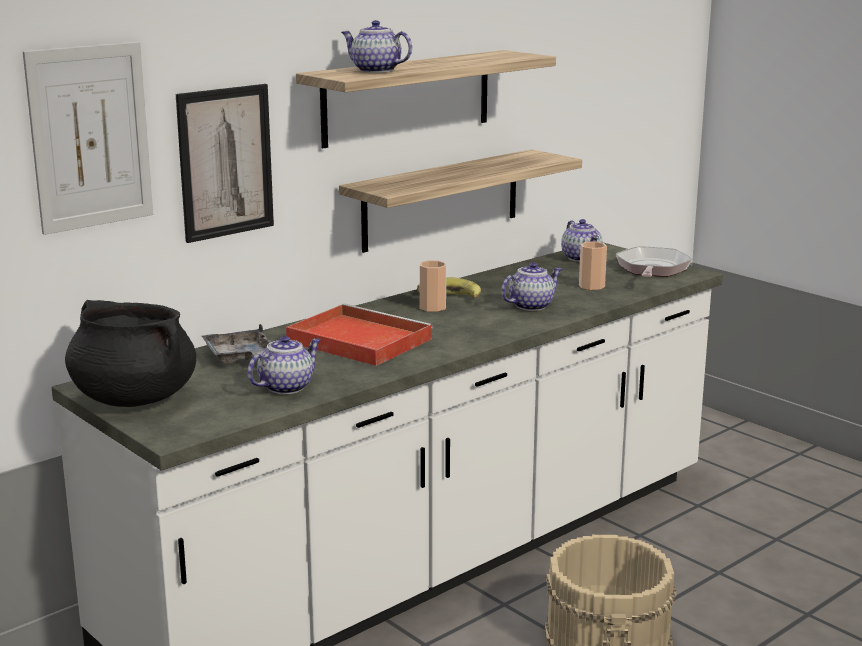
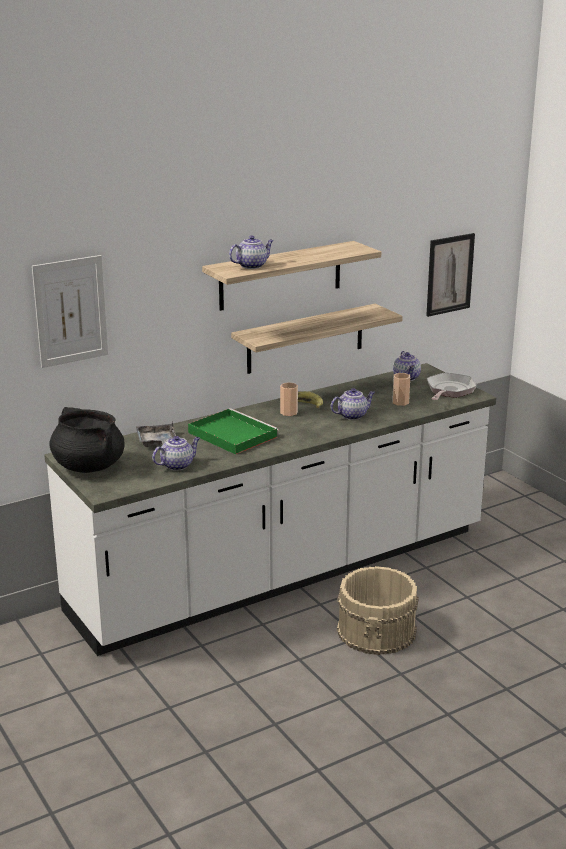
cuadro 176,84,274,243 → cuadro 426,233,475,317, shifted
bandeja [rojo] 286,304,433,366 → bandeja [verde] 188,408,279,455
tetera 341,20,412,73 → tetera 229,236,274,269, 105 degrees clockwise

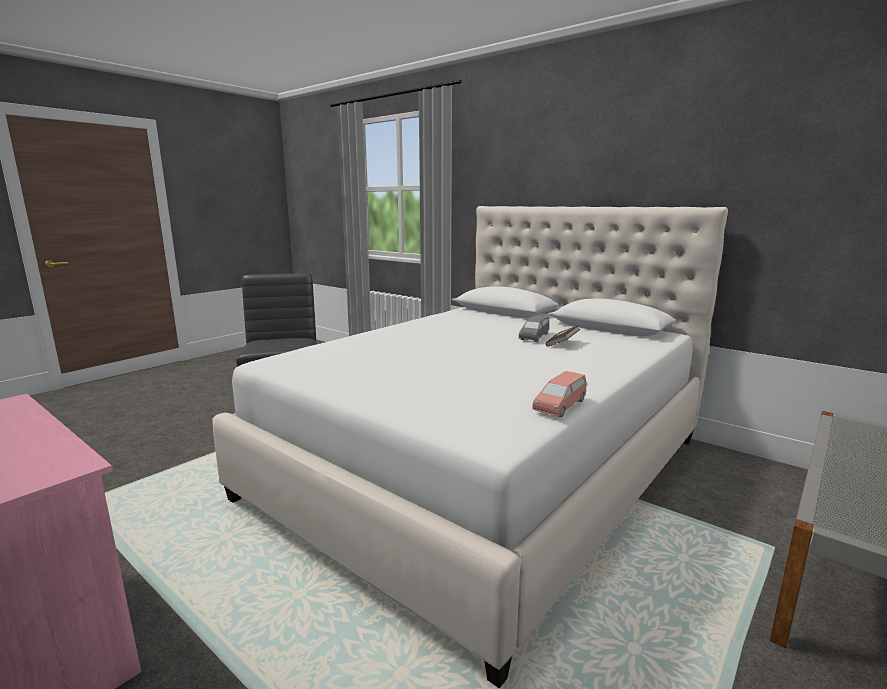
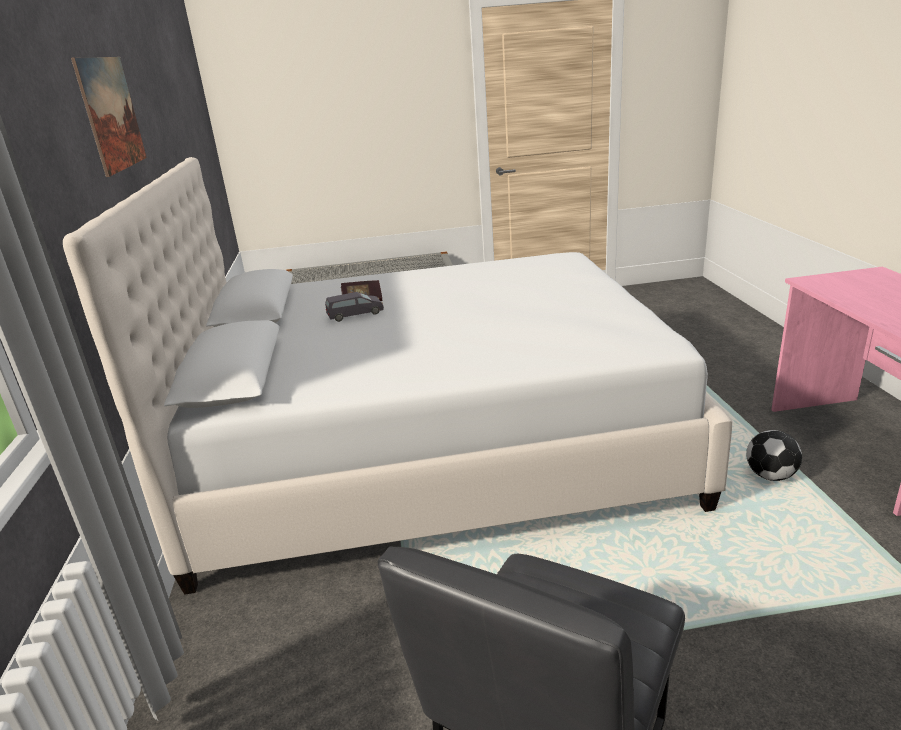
coche de juguete [rosa] 532,371,586,417 → -
- → cuadro 71,57,147,177
- → balón de fútbol 746,430,802,481

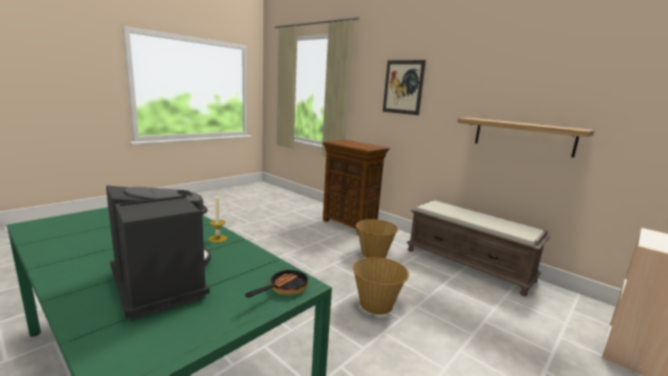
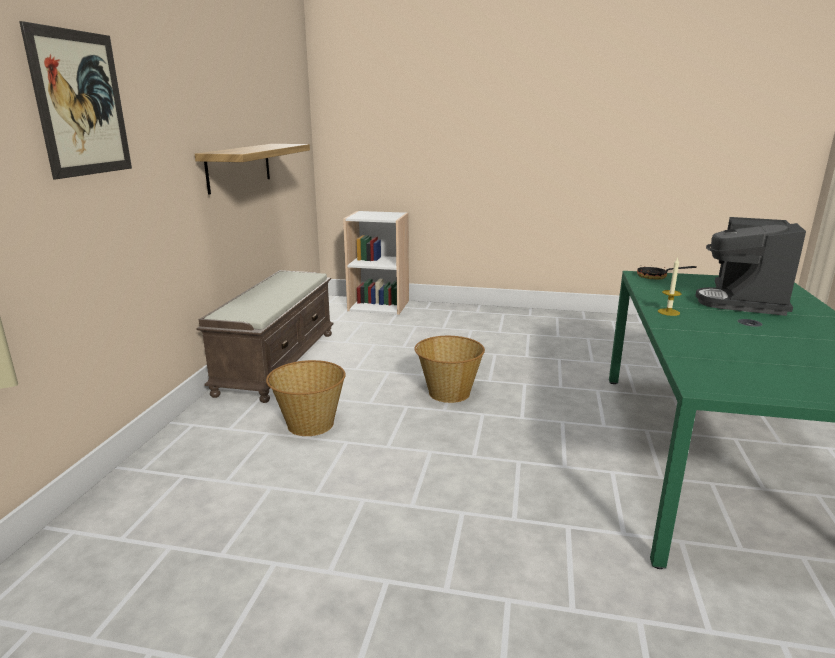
armario [marrón] 322,139,390,235 → -

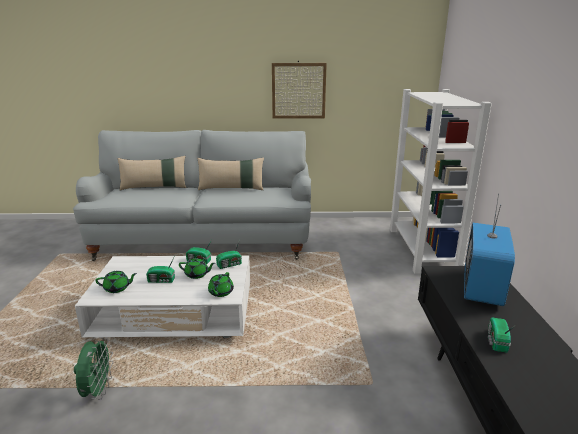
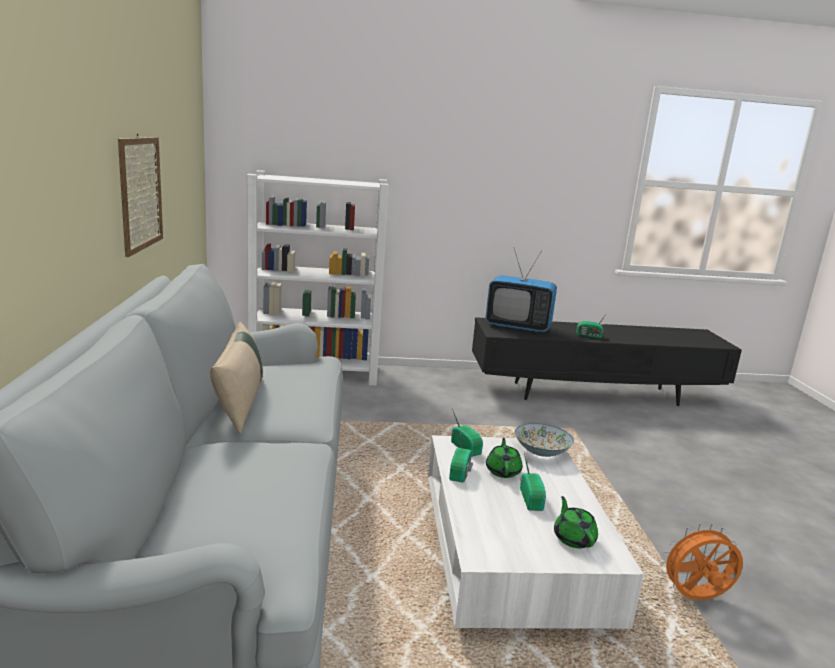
cojín [beis] 117,156,186,190 → -
tetera [verde] 208,272,234,297 → cuenco 515,423,574,457
ventilador [verde] 74,337,113,399 → ventilador [naranja] 660,524,743,600

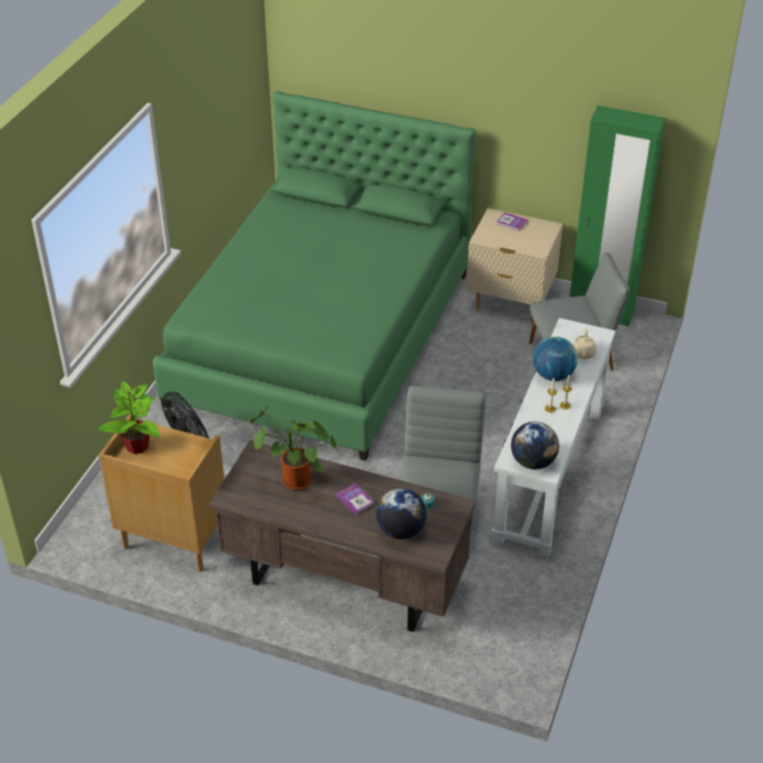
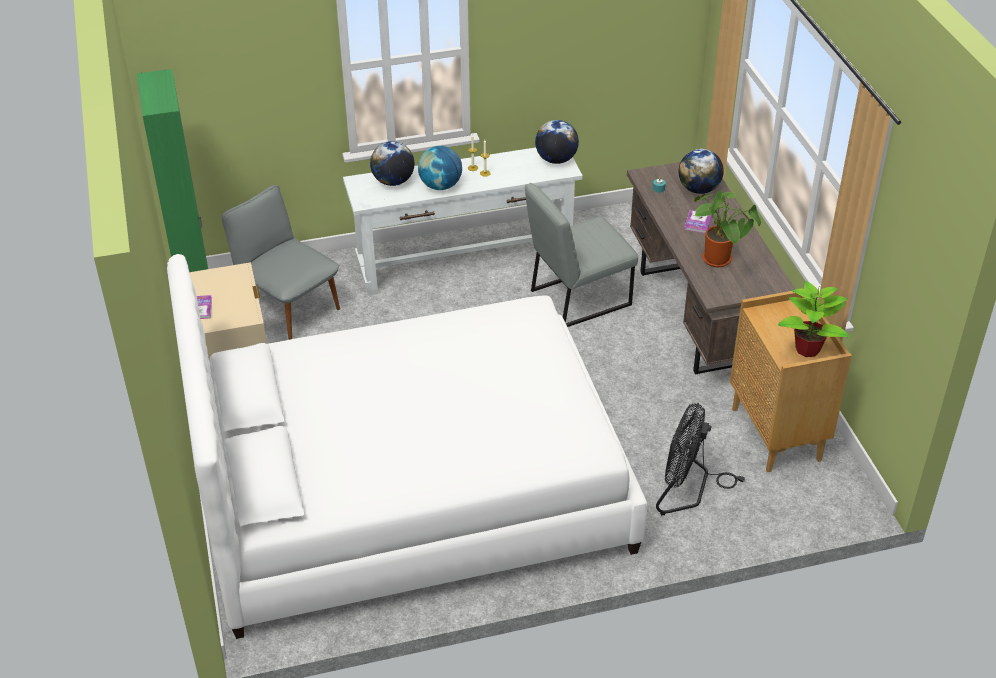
tetera [beis] 573,328,597,359 → globo terráqueo 370,141,414,186
cama [verde] 153,91,475,461 → cama [blanco] 167,254,647,639

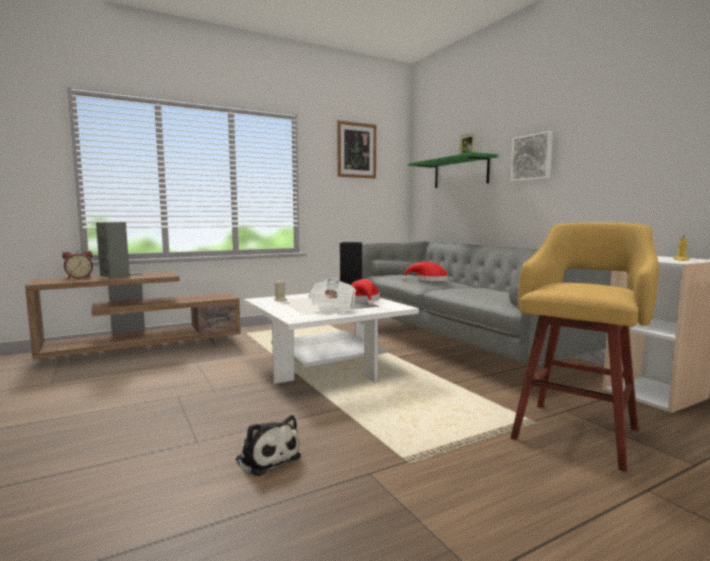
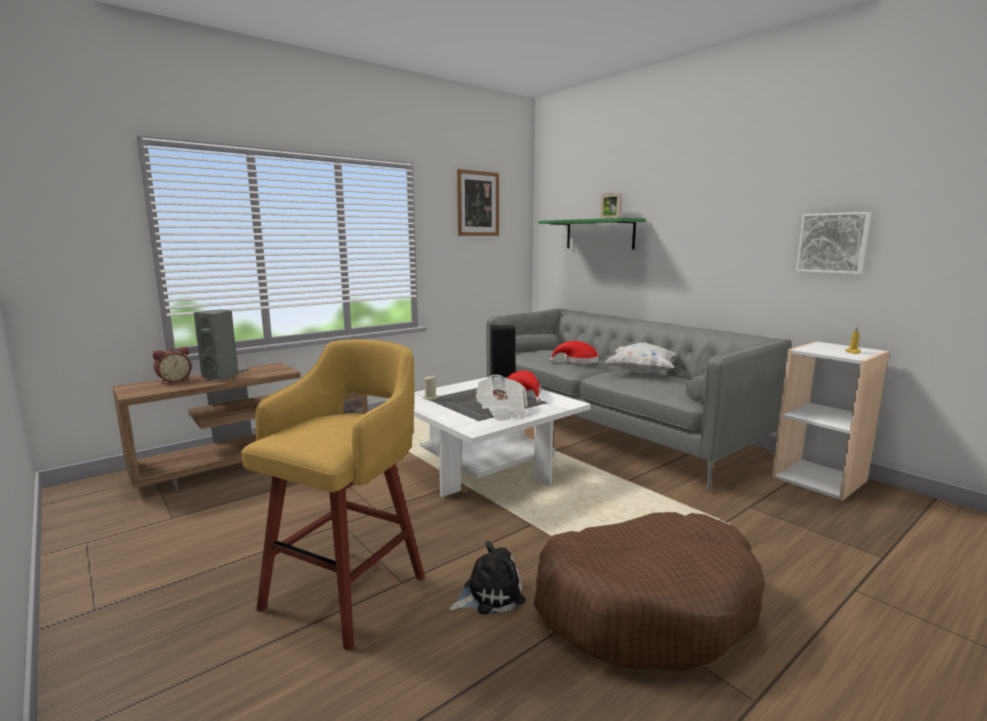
- → cama para perro [marrón] 533,512,765,671
- → cojín [blanco] 605,343,677,374
cuadro 511,131,553,182 → cuadro 796,212,871,274, shifted
taburete [amarillo] 511,222,659,472 → taburete [amarillo] 241,339,425,651, shifted
peluche 236,415,301,476 → peluche 449,541,526,615, 60 degrees counterclockwise

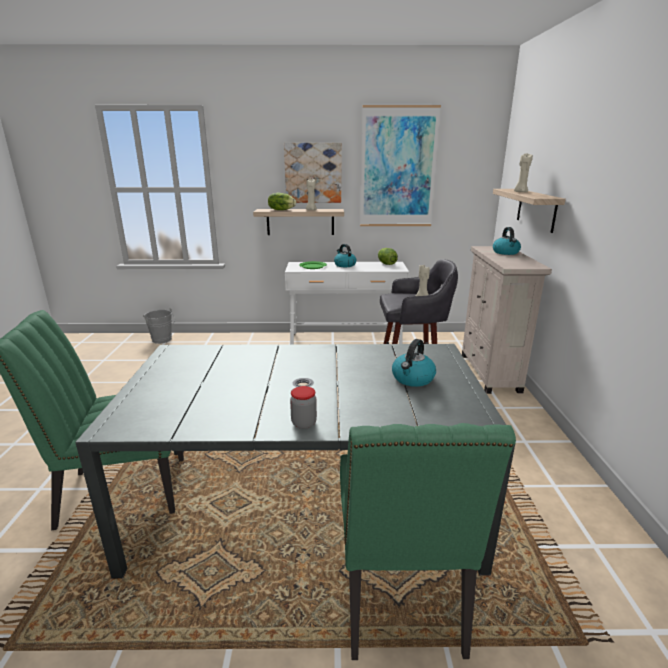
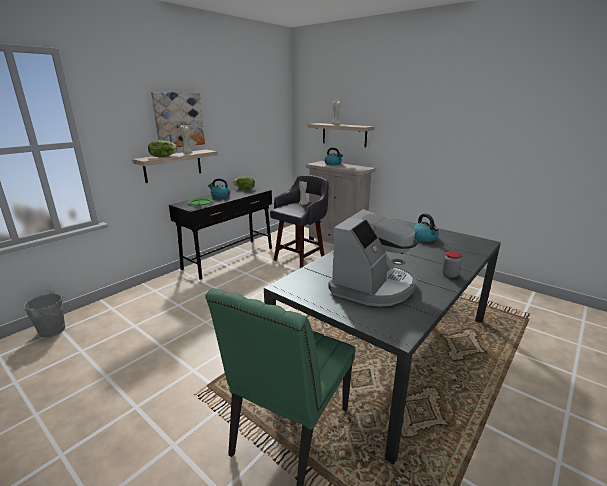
silla [verde] 340,423,516,660 → -
cuadro 360,105,441,226 → -
- → cafetera 328,209,417,307
mesa consola [blanco] 285,262,410,344 → mesa consola [negro] 169,187,272,280

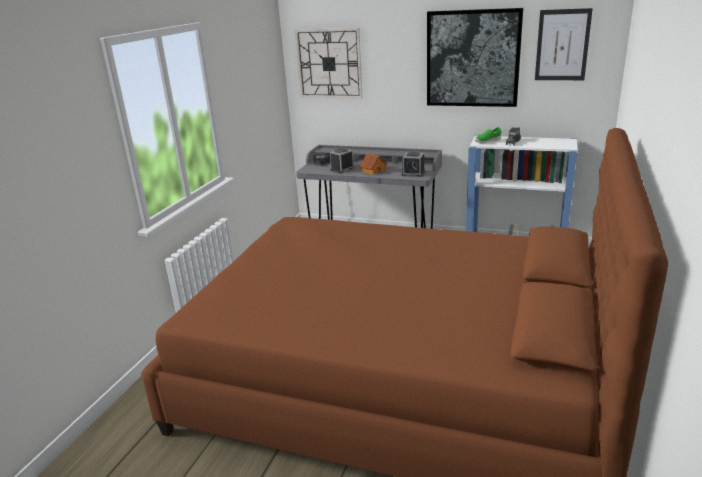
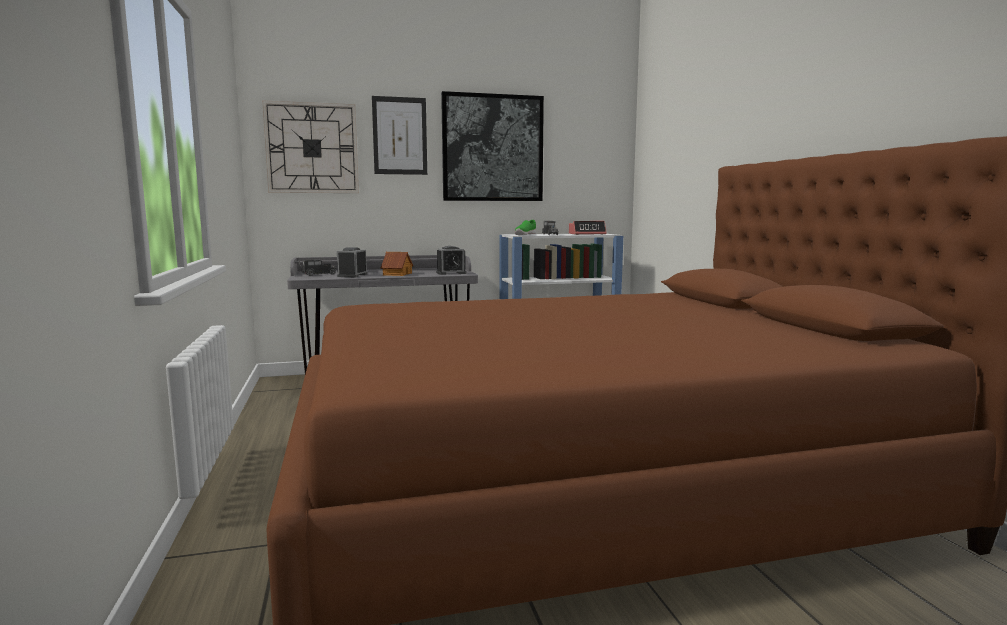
- → despertador 569,221,607,235
cuadro 535,8,593,80 → cuadro 372,96,427,175, shifted

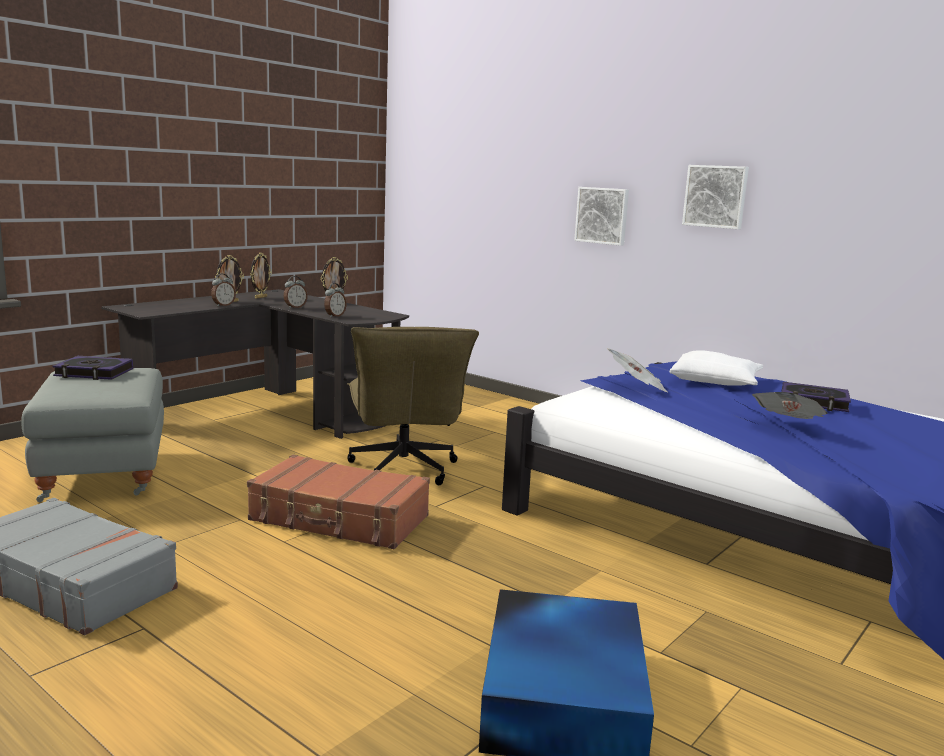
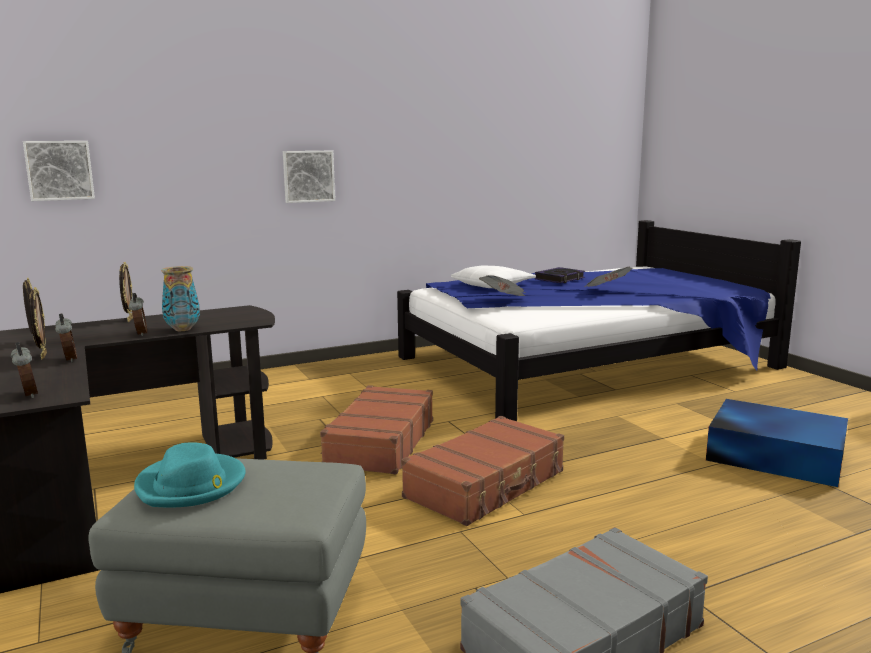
- → florero 161,266,200,331
despertador 324,283,347,317 → despertador 11,342,38,398, shifted
cuadro 682,165,749,229 → cuadro 23,141,95,201, shifted
libro 53,356,133,380 → sombrero [turquesa] 134,442,245,507
silla de oficina [beis] 347,327,479,485 → maleta [marrón] 320,385,433,474

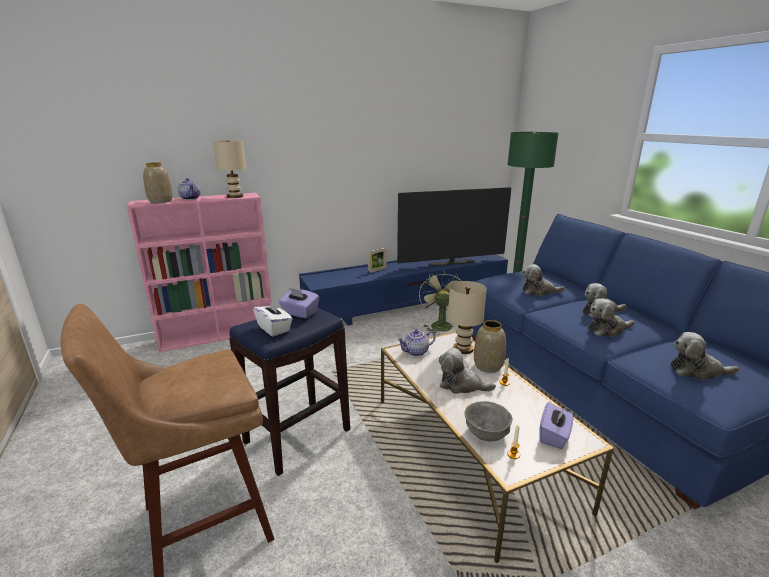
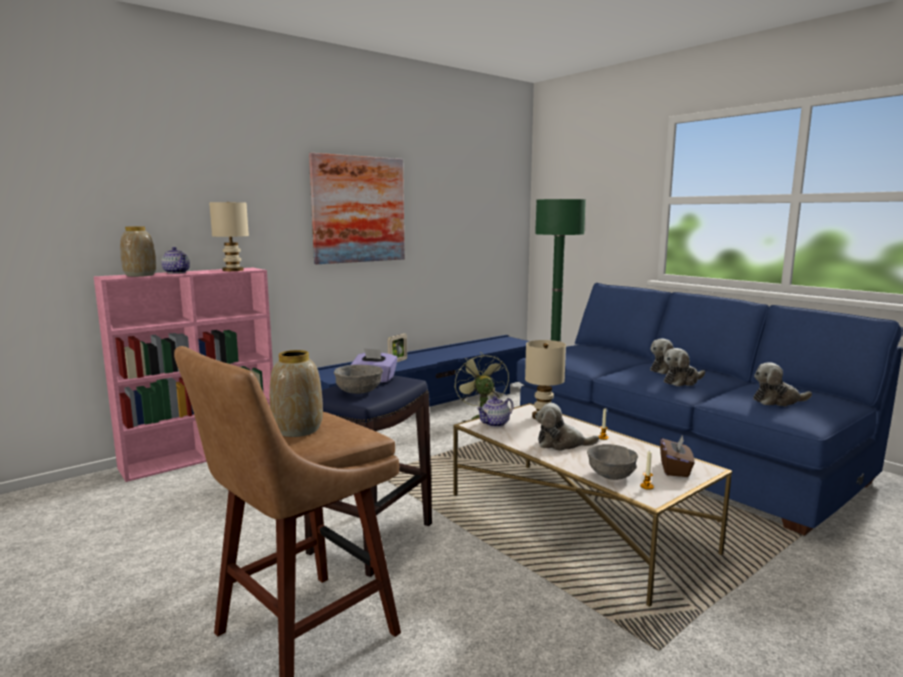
televisor 397,187,511,266 → -
peluche 522,264,565,296 → -
- → cuadro 309,153,405,264
florero 474,320,506,373 → florero 270,350,323,437, shifted
caja de pañuelos [blanco] 253,298,292,336 → cuenco [gris] 334,365,383,394
caja de pañuelos [morado] 539,402,574,449 → caja de pañuelos [marrón] 660,434,695,477

